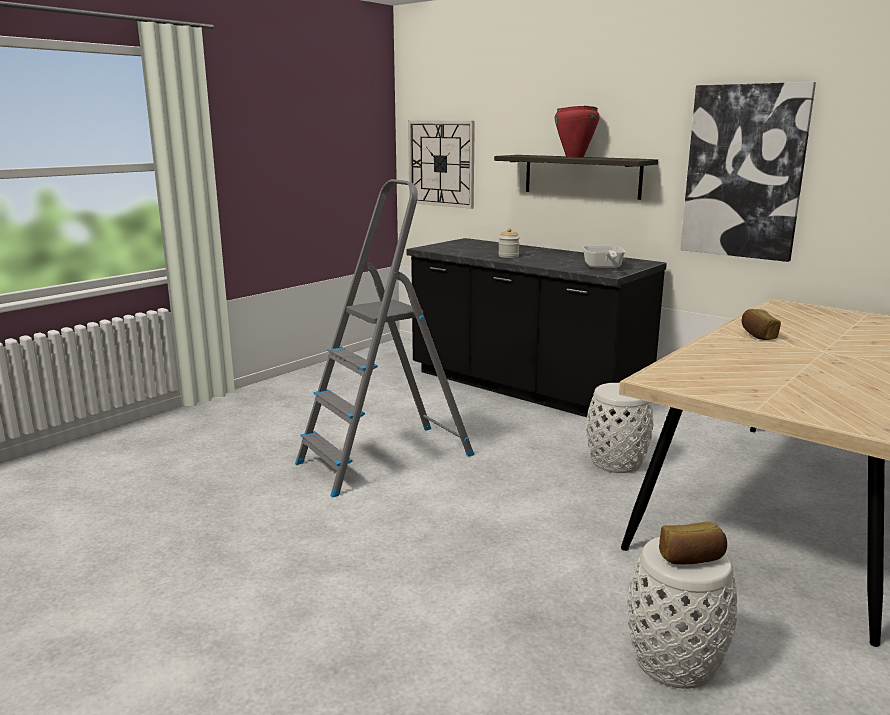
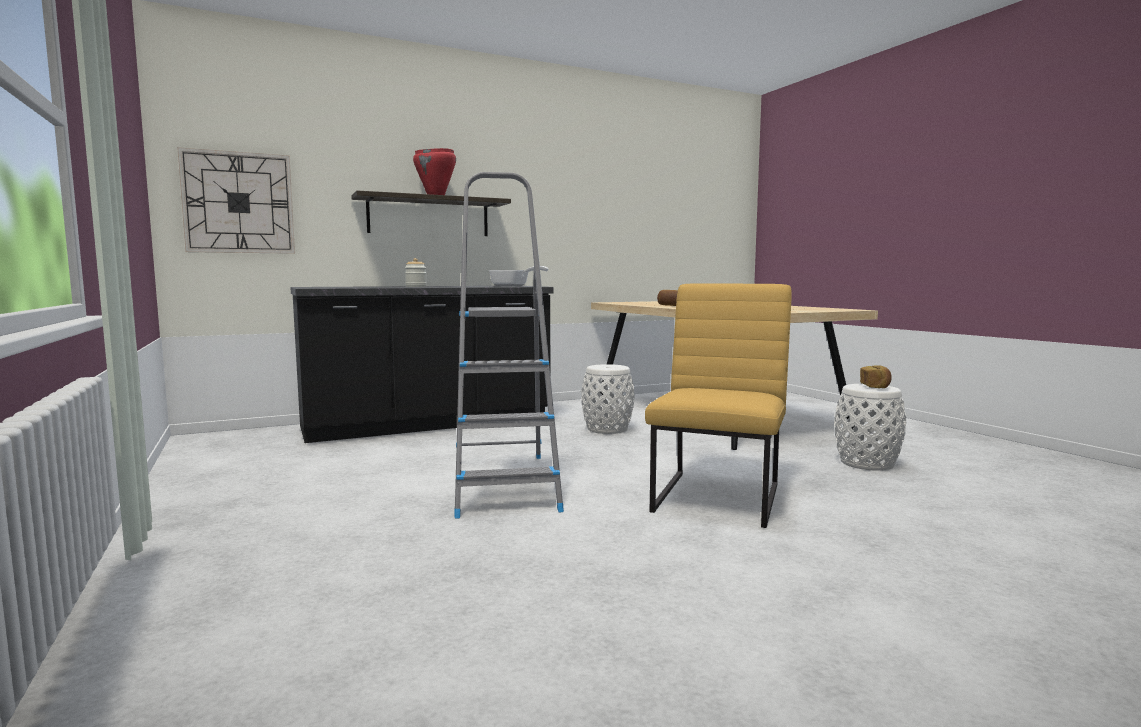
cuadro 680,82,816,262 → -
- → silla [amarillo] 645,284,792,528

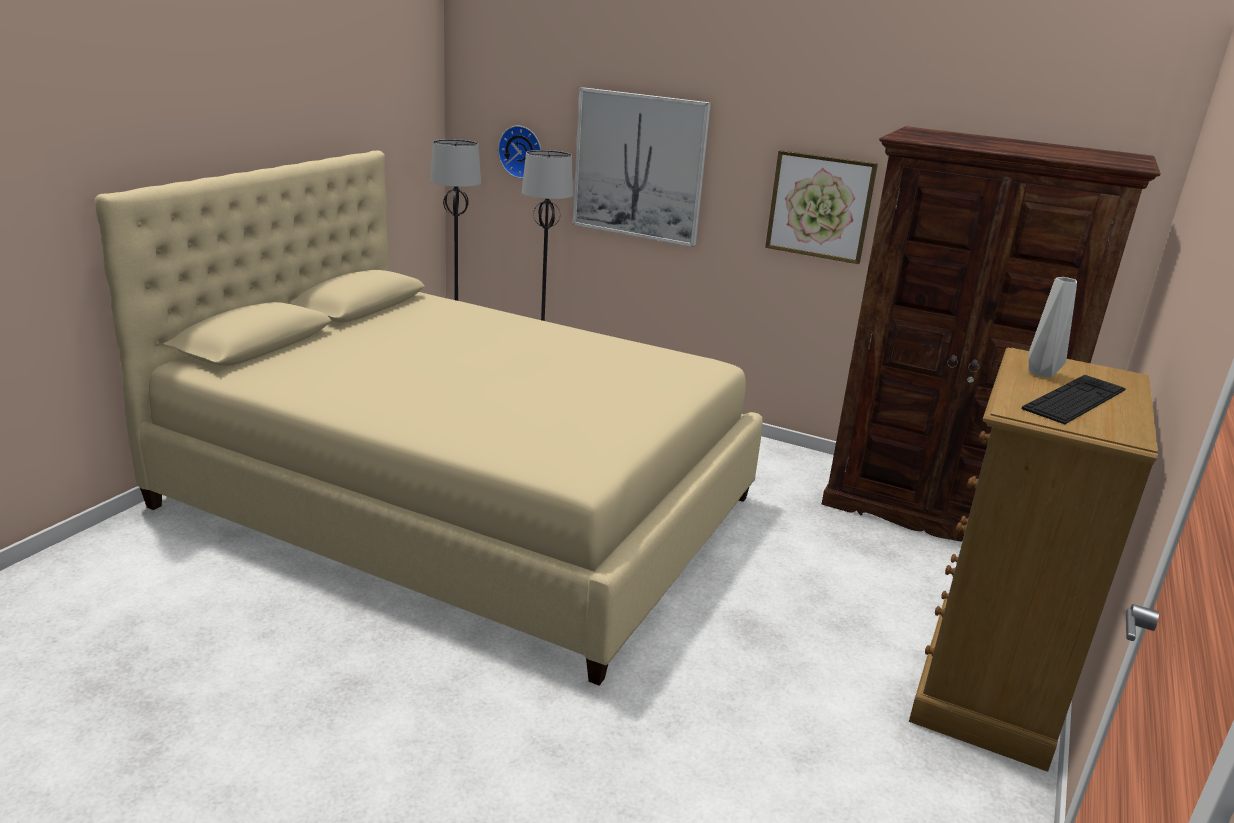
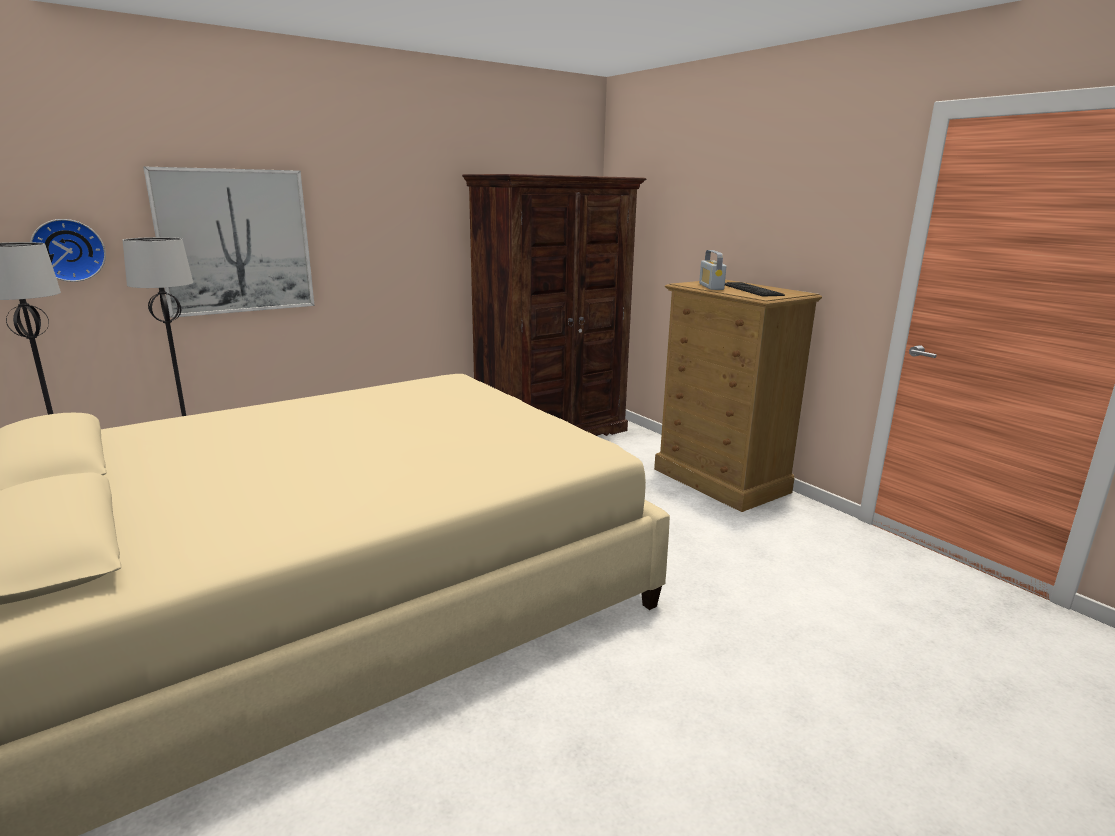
cuadro 765,150,878,264 → -
florero [gris] 1029,277,1077,377 → radio 699,250,726,290

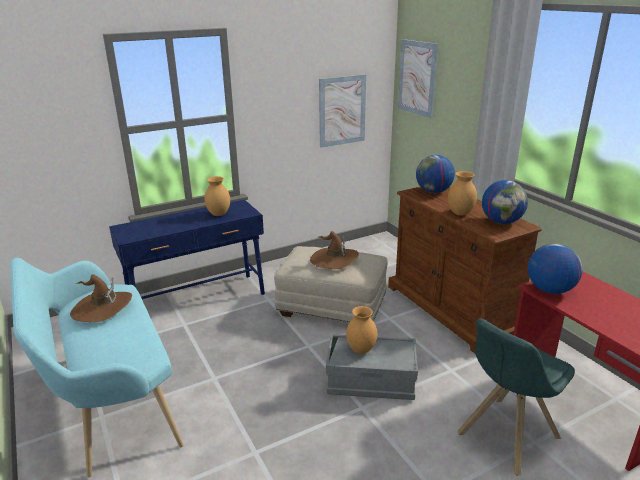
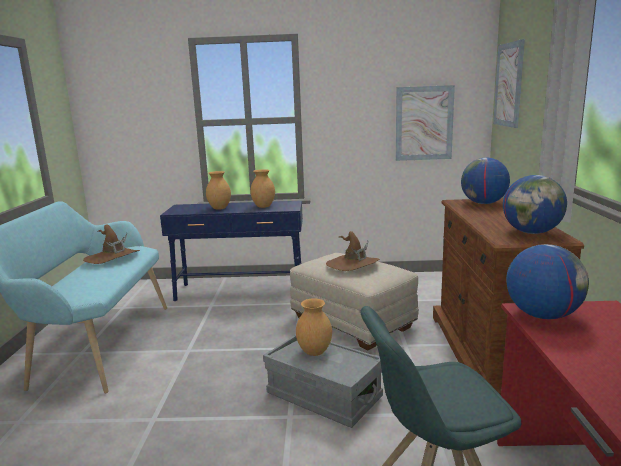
florero [marrón] 448,171,477,215 → florero [marrón] 206,171,231,210, shifted

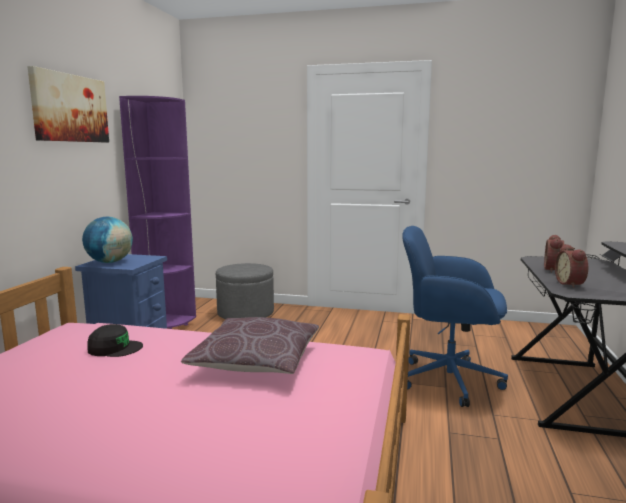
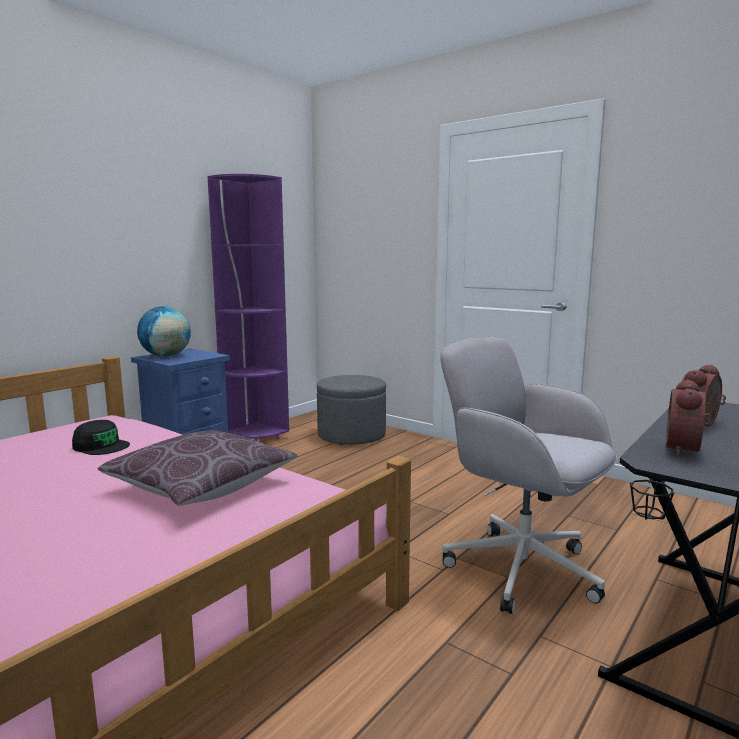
cuadro 27,66,109,142 → -
silla de oficina [azul] 402,226,508,407 → silla de oficina [gris] 440,336,617,614

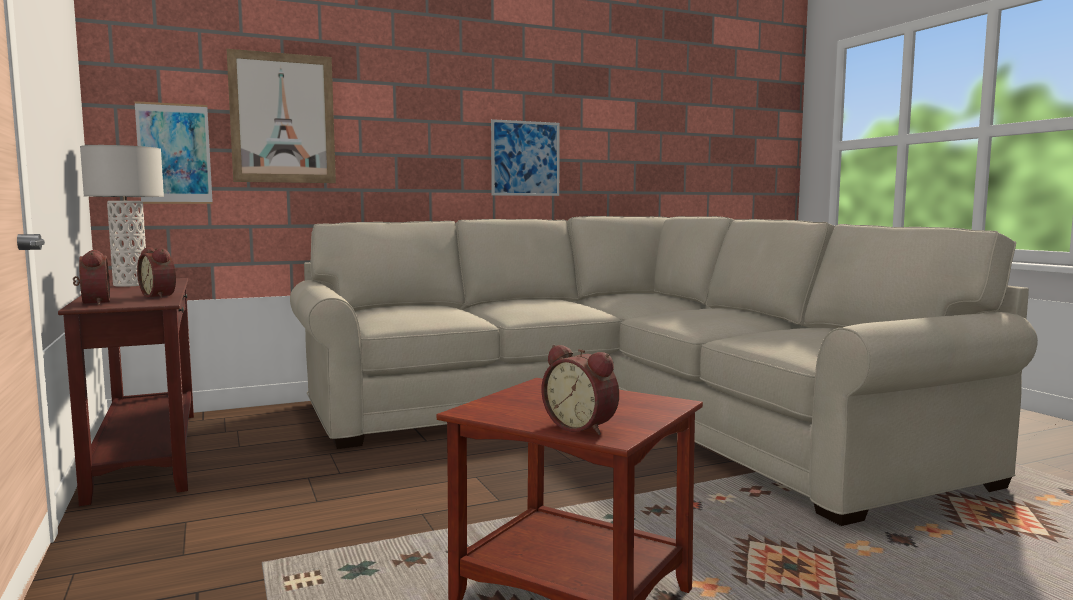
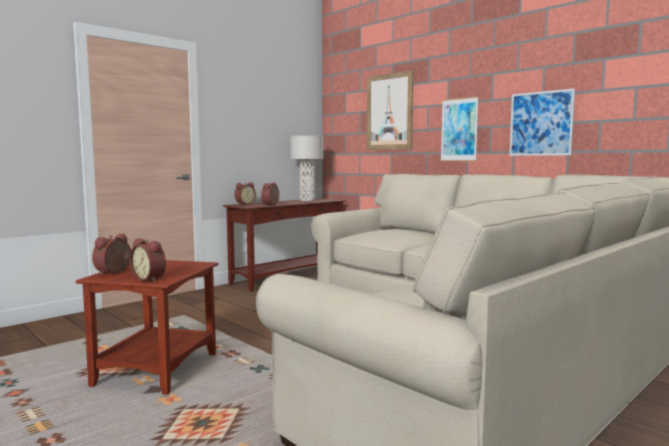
- → despertador 130,238,166,282
cuadro 134,101,213,204 → cuadro 441,96,479,161, shifted

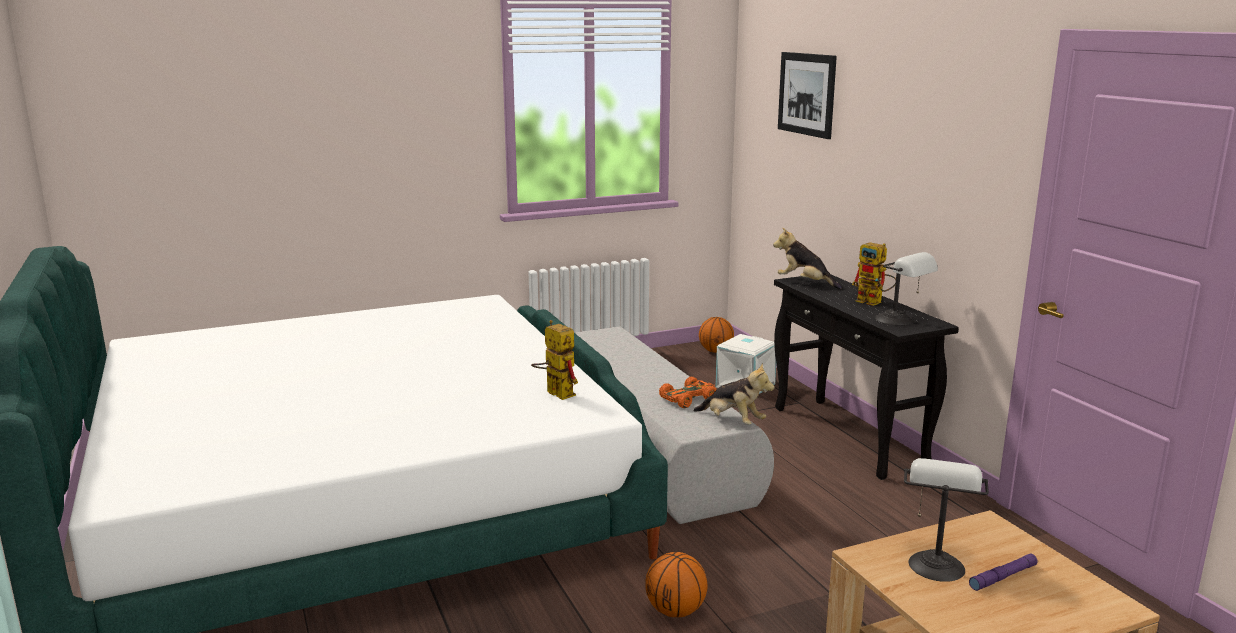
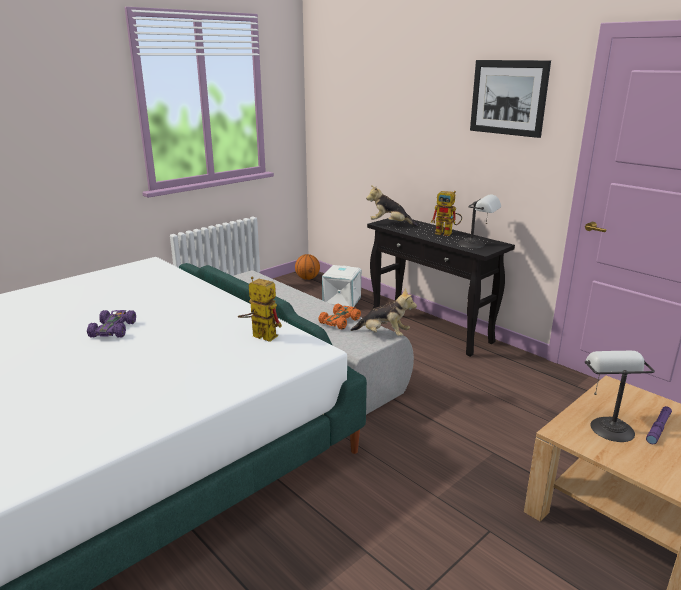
balón de baloncesto 645,552,708,617 → -
- → coche de juguete [morado] 87,310,136,338
cuadro 778,52,837,139 → cuadro 470,60,551,138, shifted

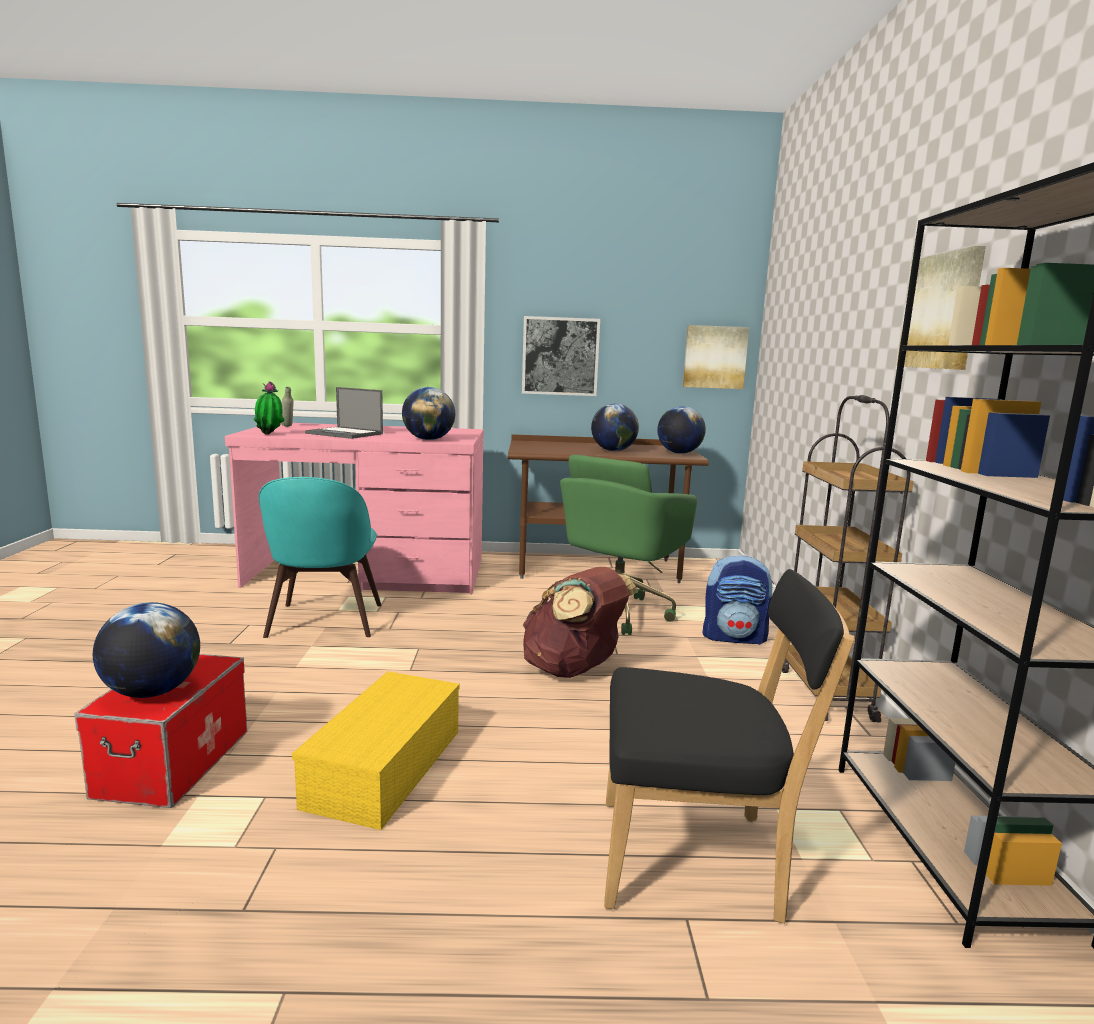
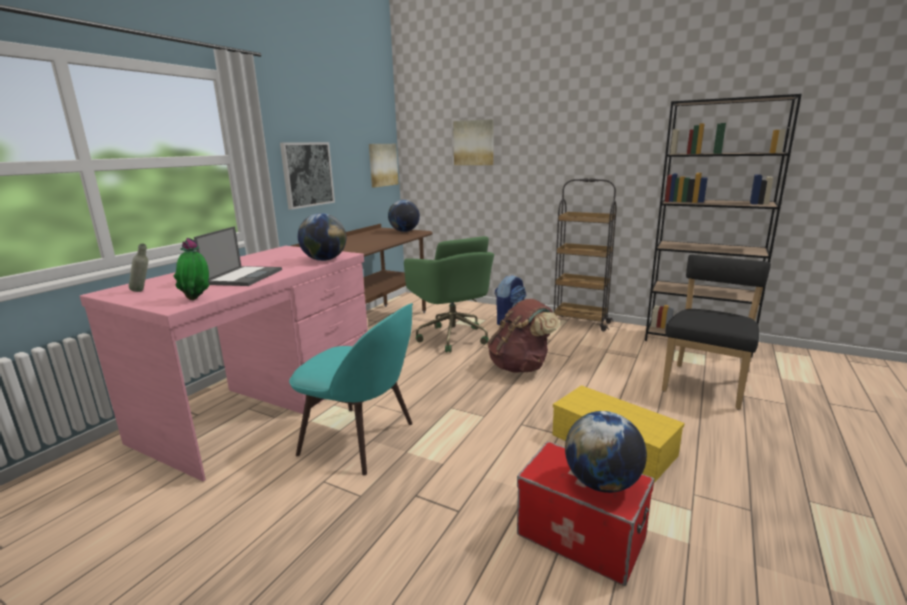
globo terráqueo 591,403,639,451 → -
cuadro 897,246,986,370 → cuadro 453,119,494,165, shifted
portátil 305,387,383,439 → portátil 194,226,282,286, 45 degrees counterclockwise

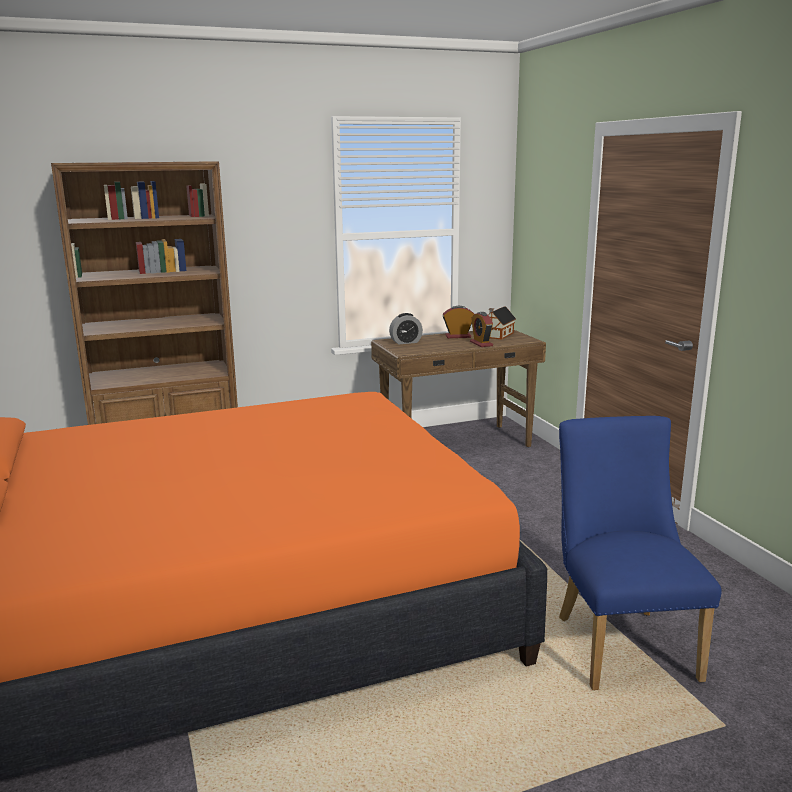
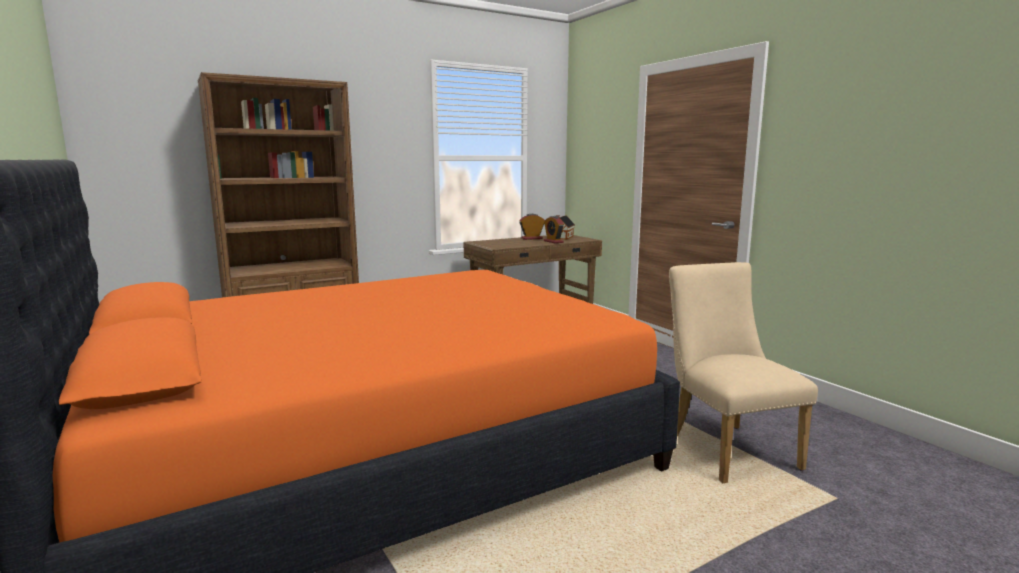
despertador 389,313,423,344 → -
silla [azul] 559,416,722,690 → silla [beis] 669,262,818,483

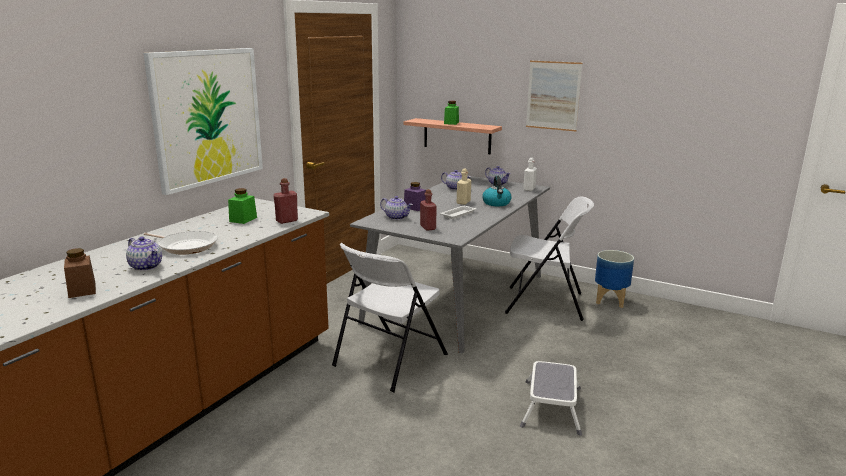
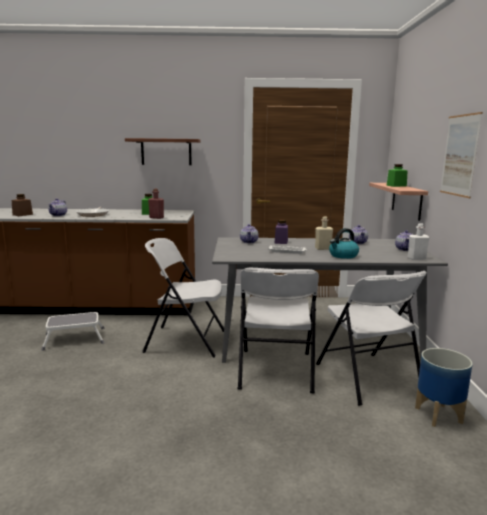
botella [rojo] 420,189,437,231 → -
- → silla [blanco] 238,268,319,393
escalera de tijera [gris] 520,361,582,436 → escalera de tijera [gris] 41,312,105,351, shifted
cuadro 143,48,263,195 → estante 125,138,201,165

